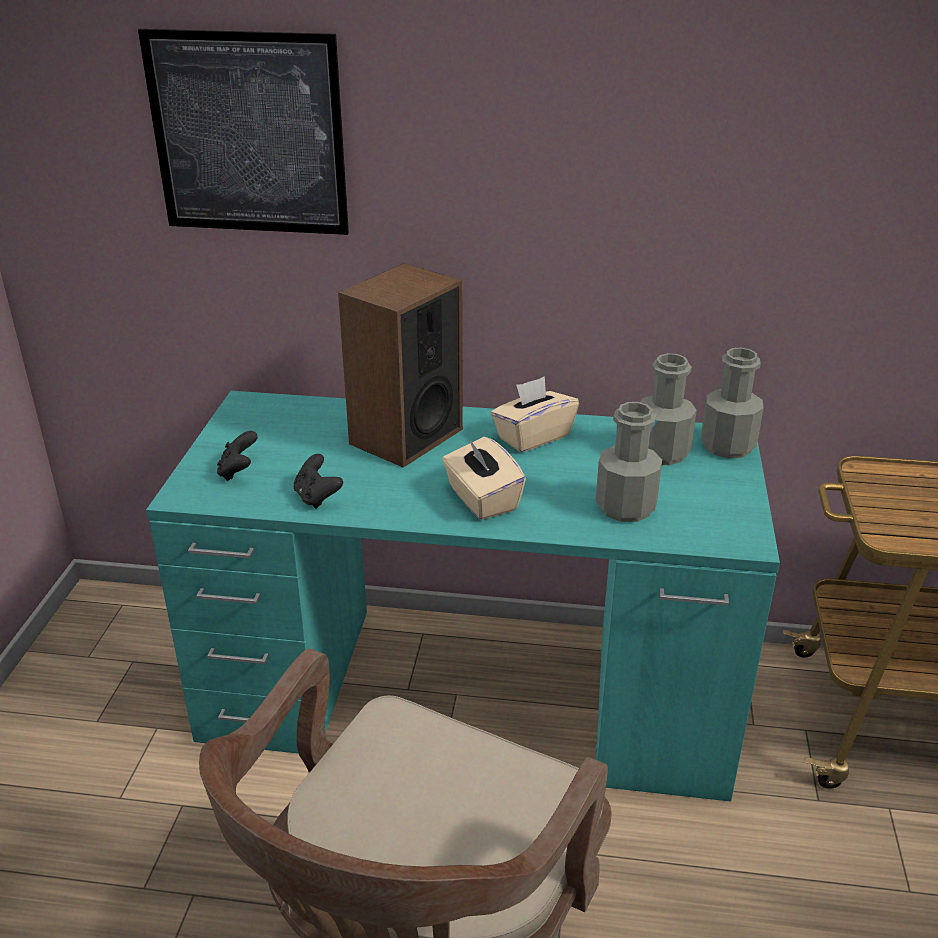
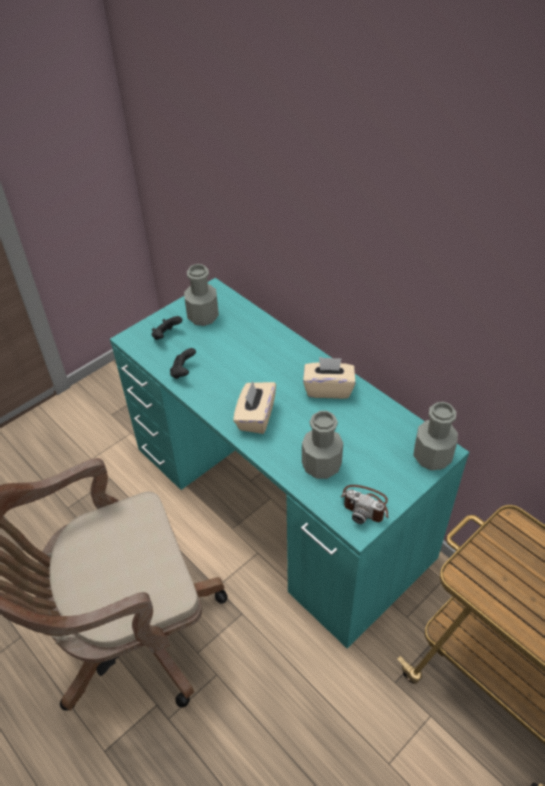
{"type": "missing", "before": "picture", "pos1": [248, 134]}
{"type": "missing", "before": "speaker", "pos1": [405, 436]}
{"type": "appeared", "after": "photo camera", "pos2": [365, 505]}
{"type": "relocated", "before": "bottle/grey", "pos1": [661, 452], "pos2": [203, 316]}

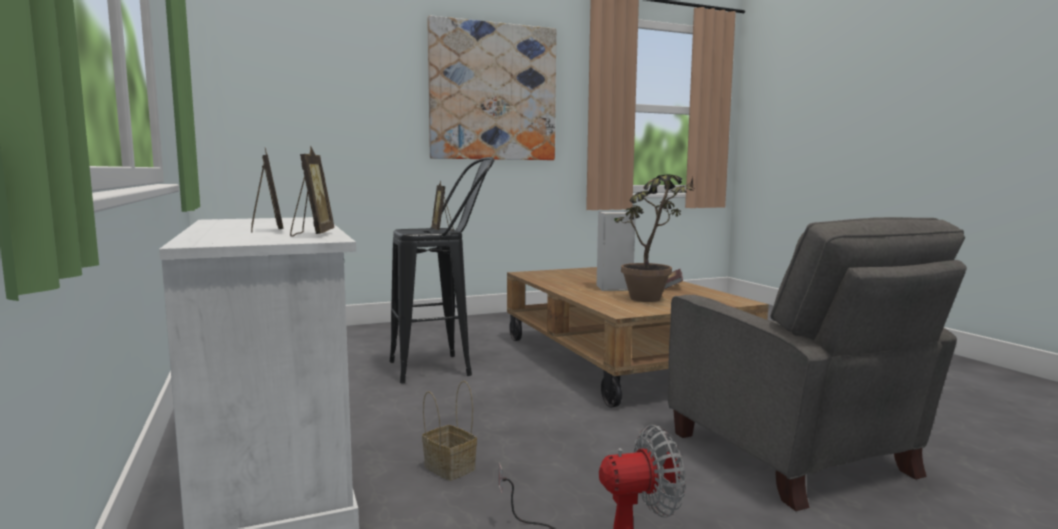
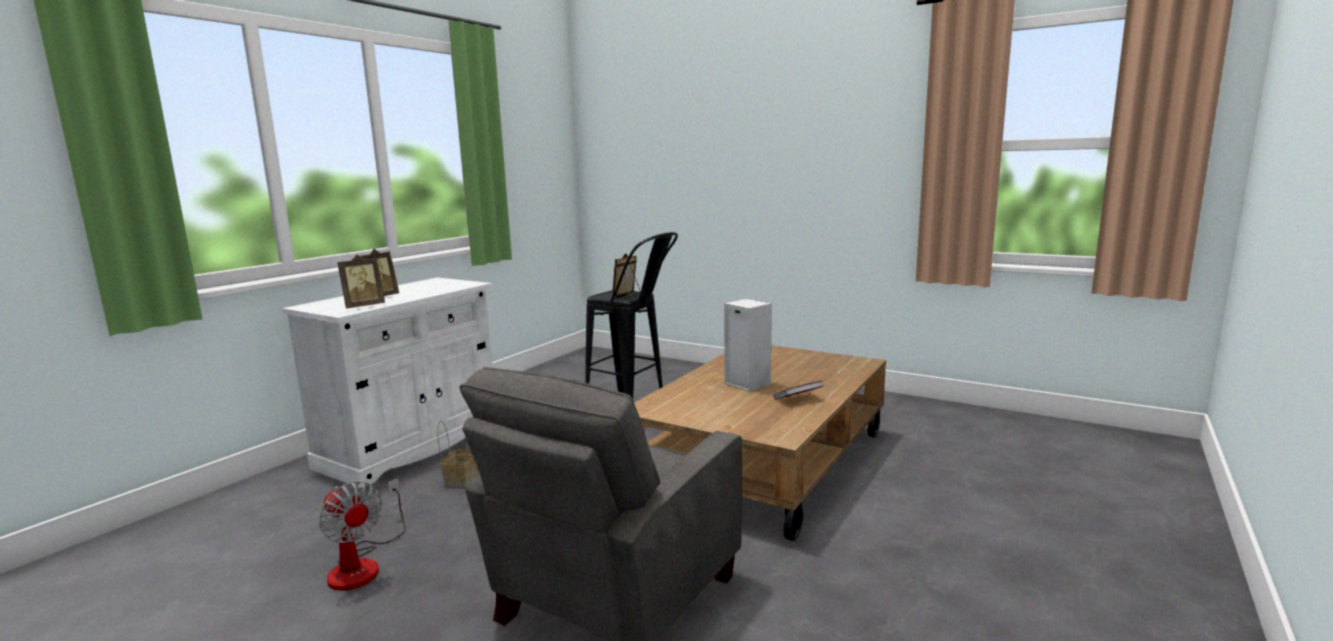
{"type": "missing", "before": "picture", "pos1": [493, 92]}
{"type": "missing", "before": "potted plant", "pos1": [652, 301]}

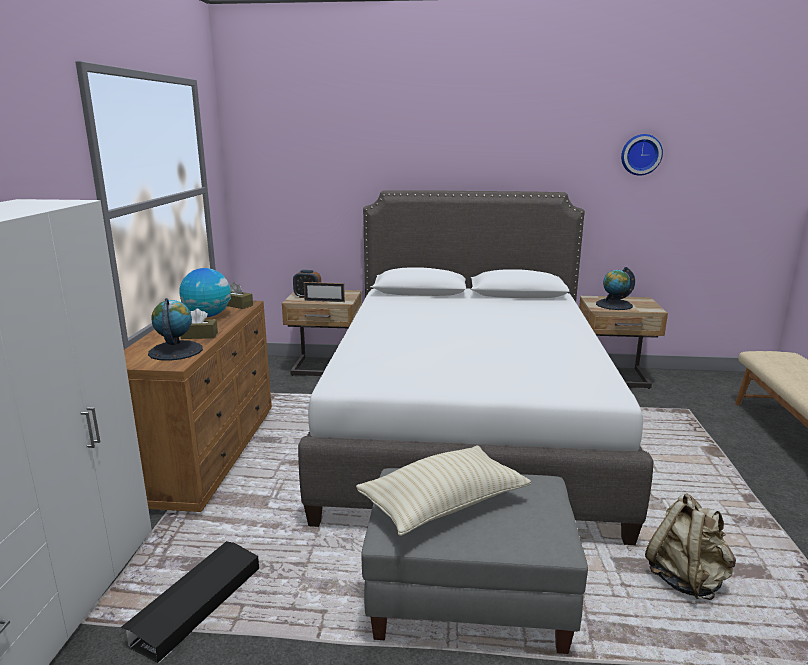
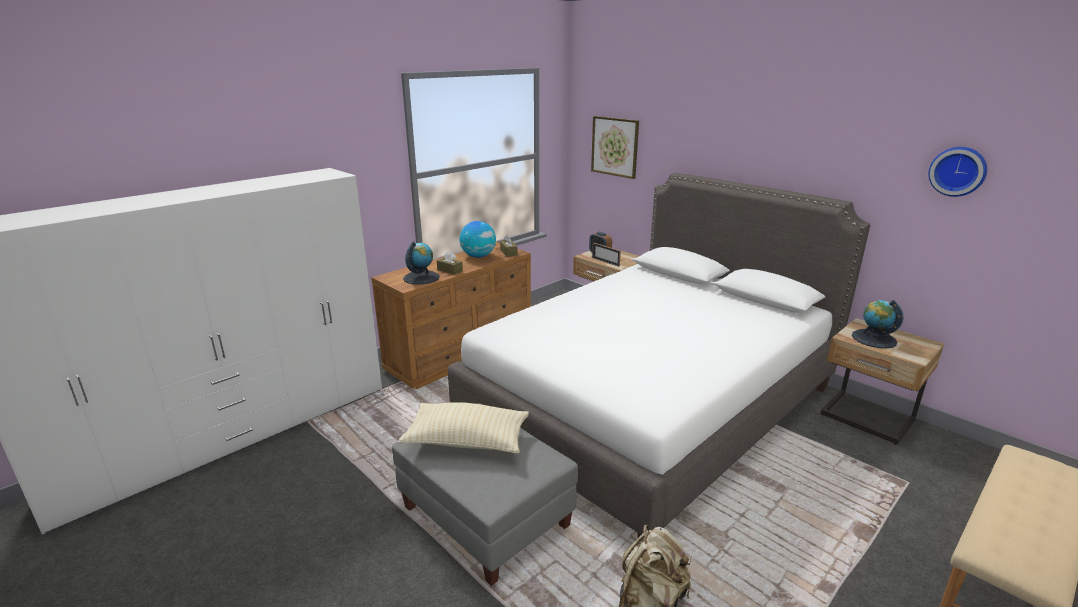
{"type": "missing", "before": "storage box/black", "pos1": [196, 604]}
{"type": "appeared", "after": "picture", "pos2": [615, 146]}

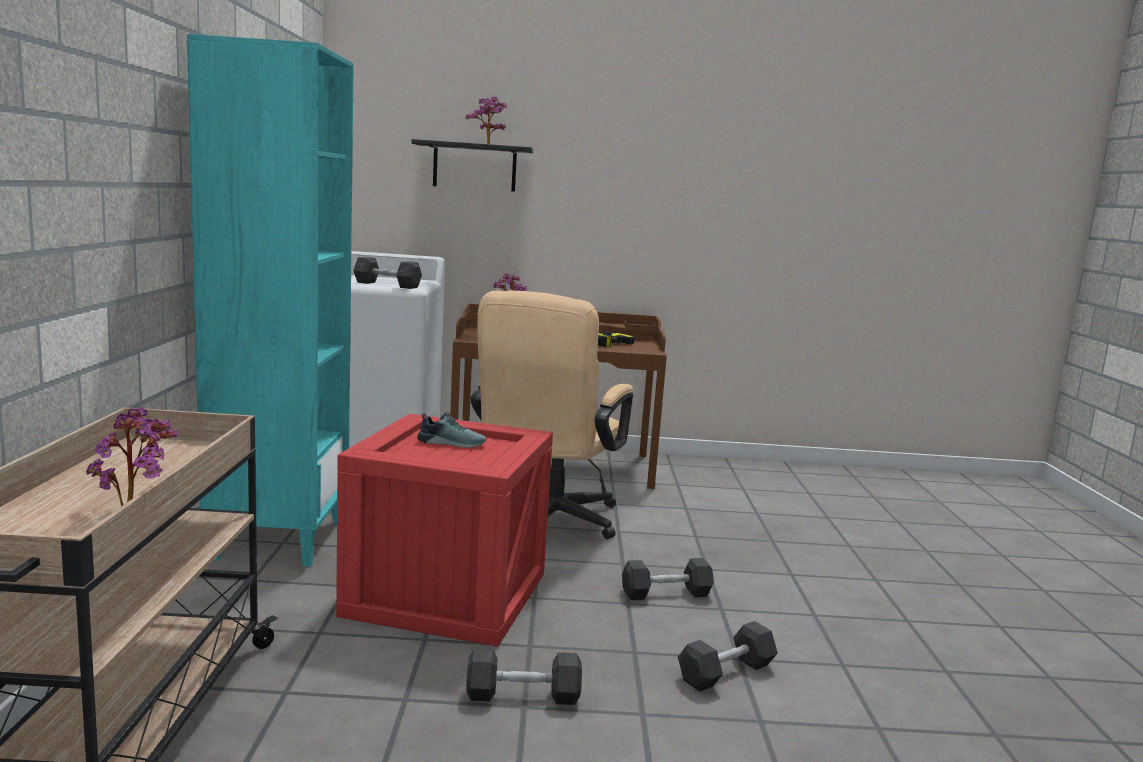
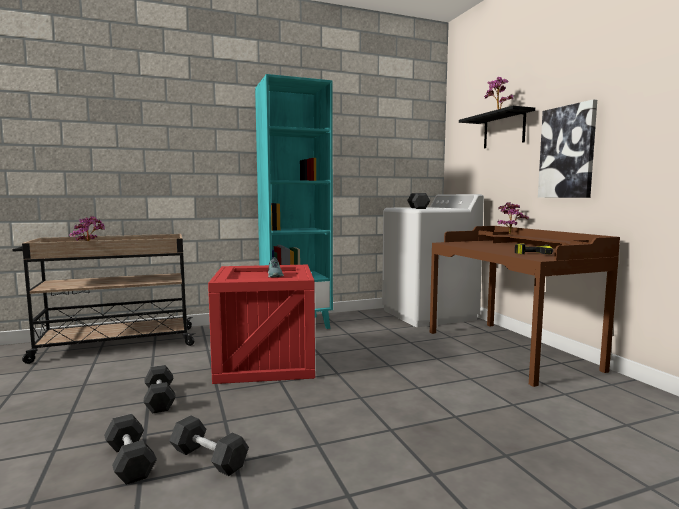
{"type": "missing", "before": "office chair/beige", "pos1": [547, 523]}
{"type": "appeared", "after": "picture", "pos2": [567, 152]}
{"type": "relocated", "before": "dumbbell/grey", "pos1": [666, 594], "pos2": [130, 461]}

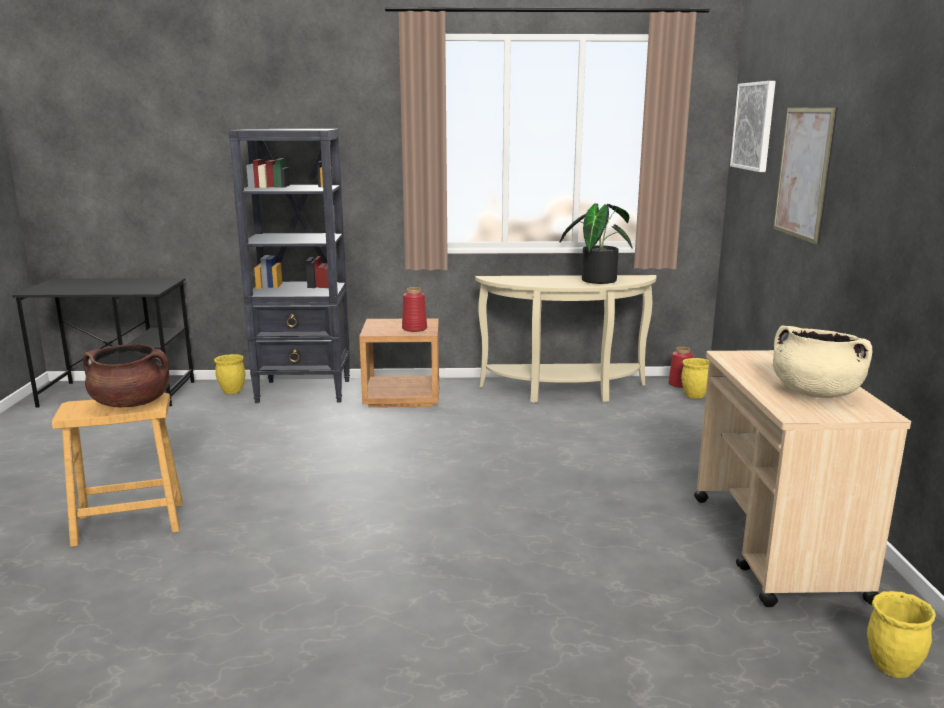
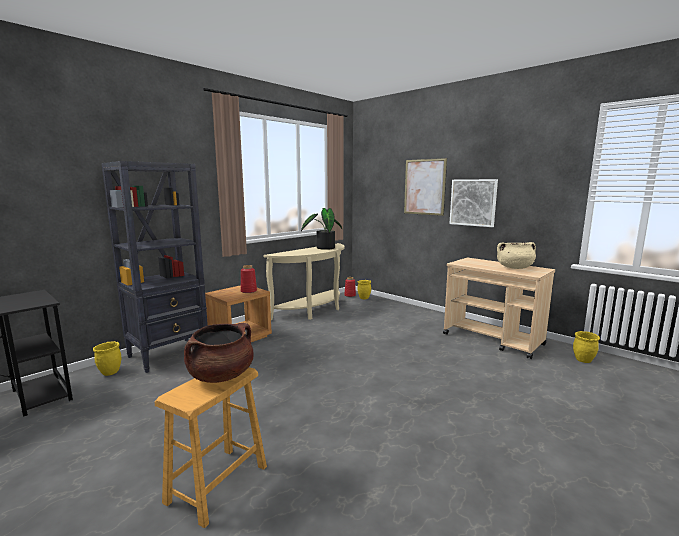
{"type": "relocated", "before": "picture", "pos1": [754, 126], "pos2": [473, 202]}

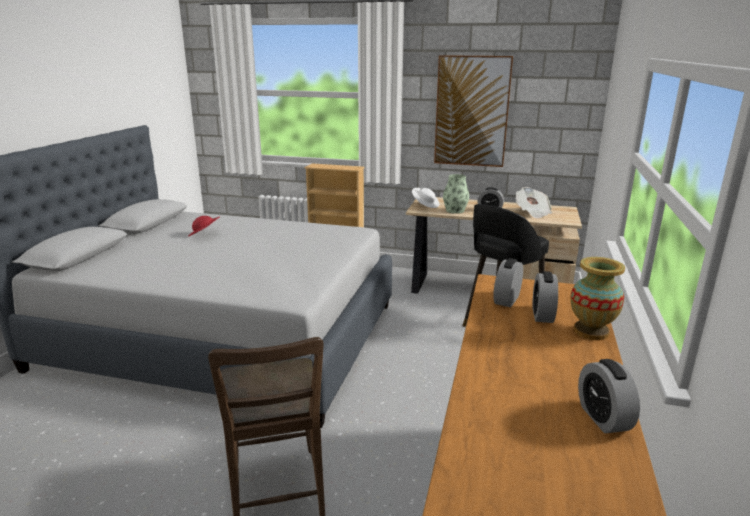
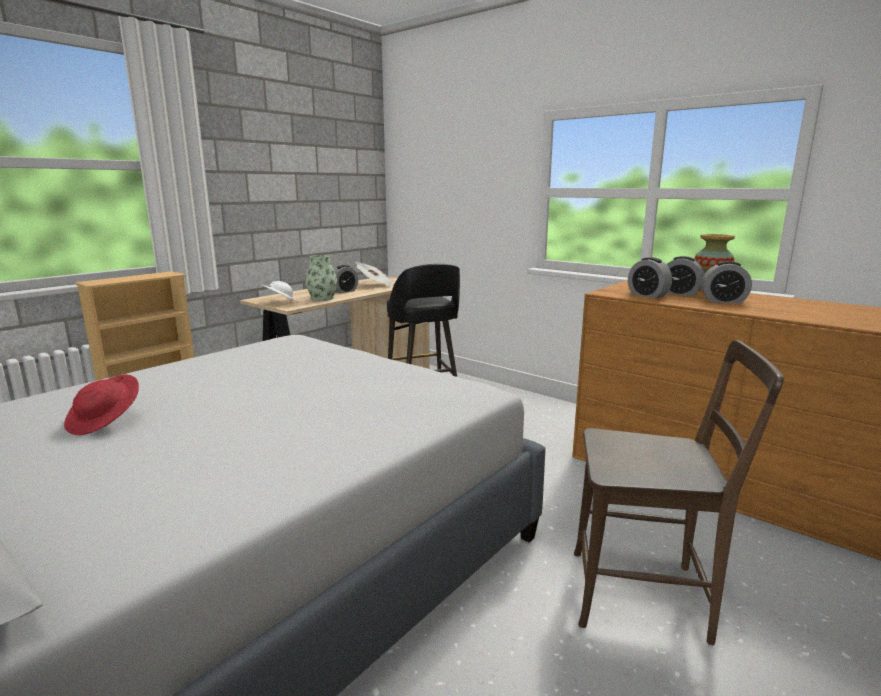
{"type": "missing", "before": "picture", "pos1": [471, 111]}
{"type": "relocated", "before": "alarm clock", "pos1": [603, 418], "pos2": [723, 301]}

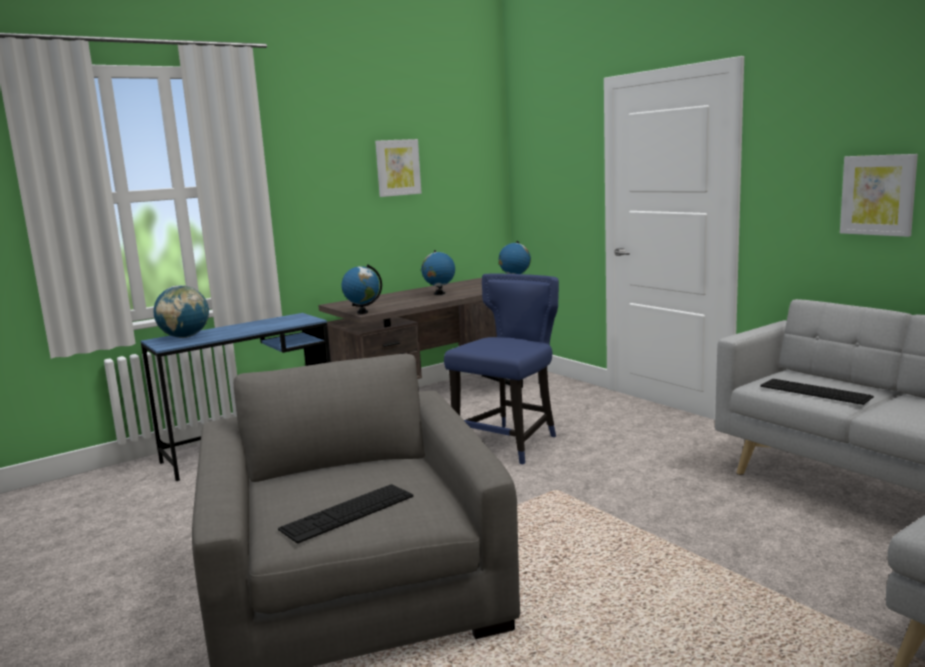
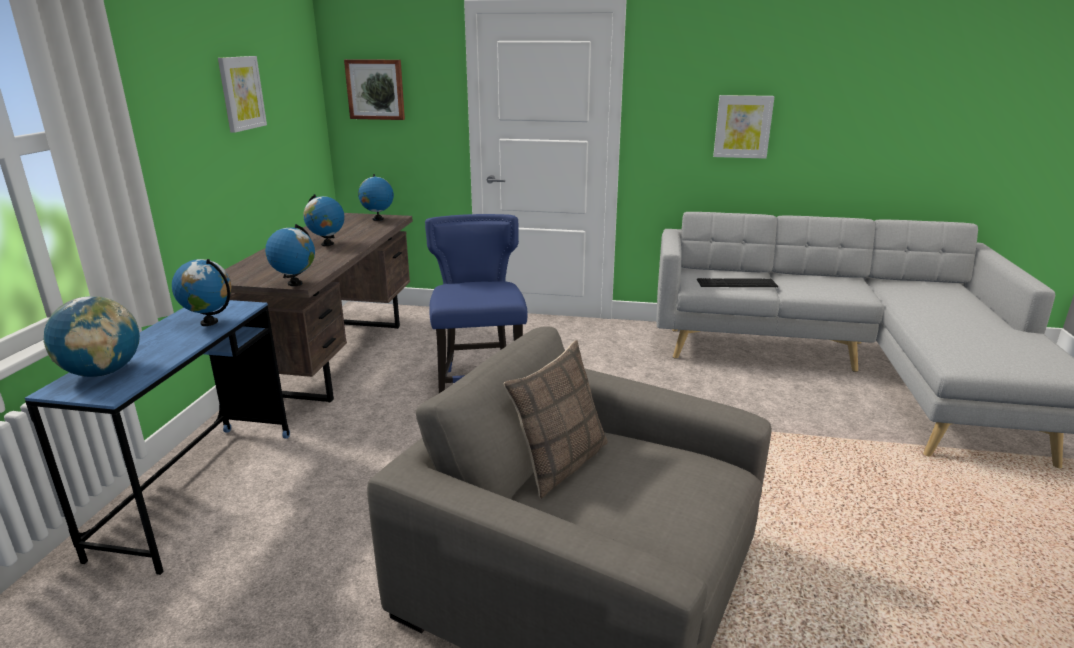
{"type": "missing", "before": "keyboard", "pos1": [348, 512]}
{"type": "appeared", "after": "globe", "pos2": [209, 322]}
{"type": "appeared", "after": "picture", "pos2": [376, 89]}
{"type": "appeared", "after": "pillow", "pos2": [560, 463]}

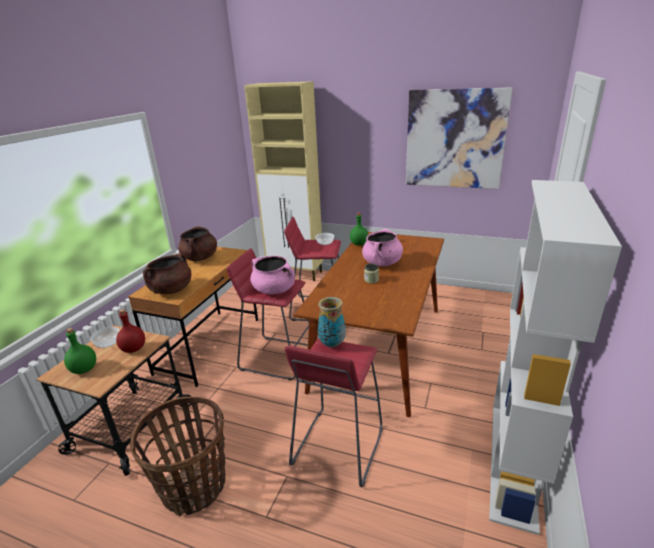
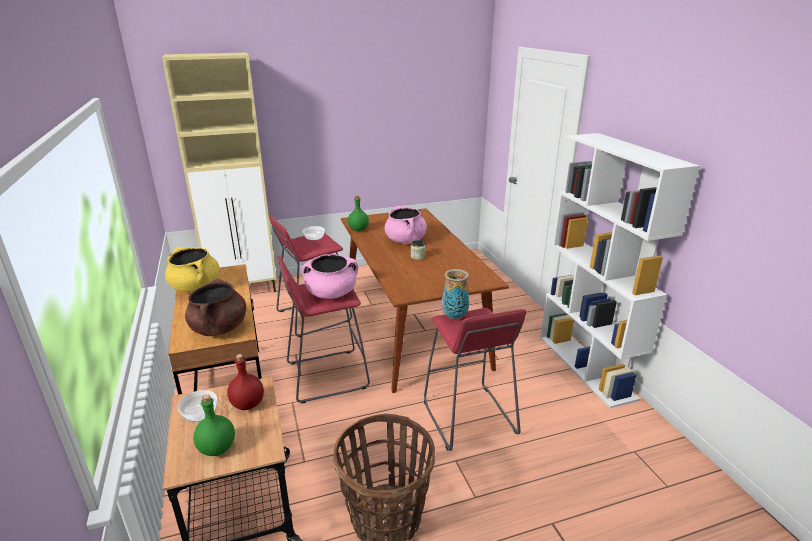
{"type": "missing", "before": "picture", "pos1": [454, 139]}
{"type": "colour", "before": "cooking pot/brown", "after": "cooking pot/yellow", "pos1": [200, 258], "pos2": [196, 287]}

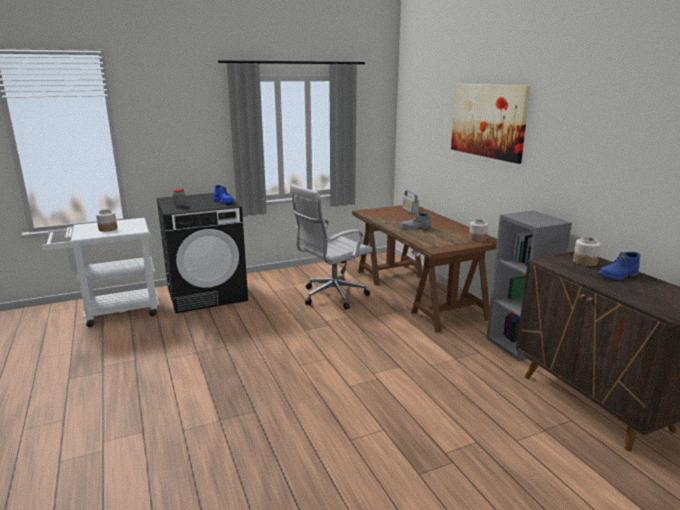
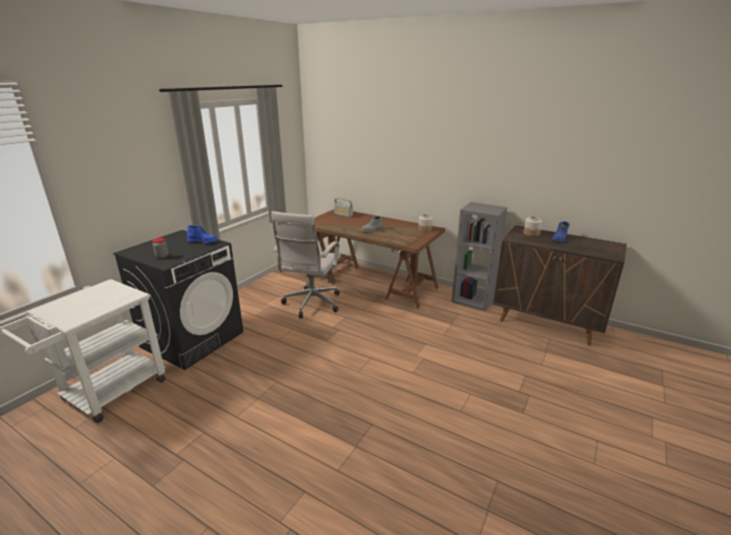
{"type": "missing", "before": "jar", "pos1": [107, 229]}
{"type": "missing", "before": "picture", "pos1": [488, 120]}

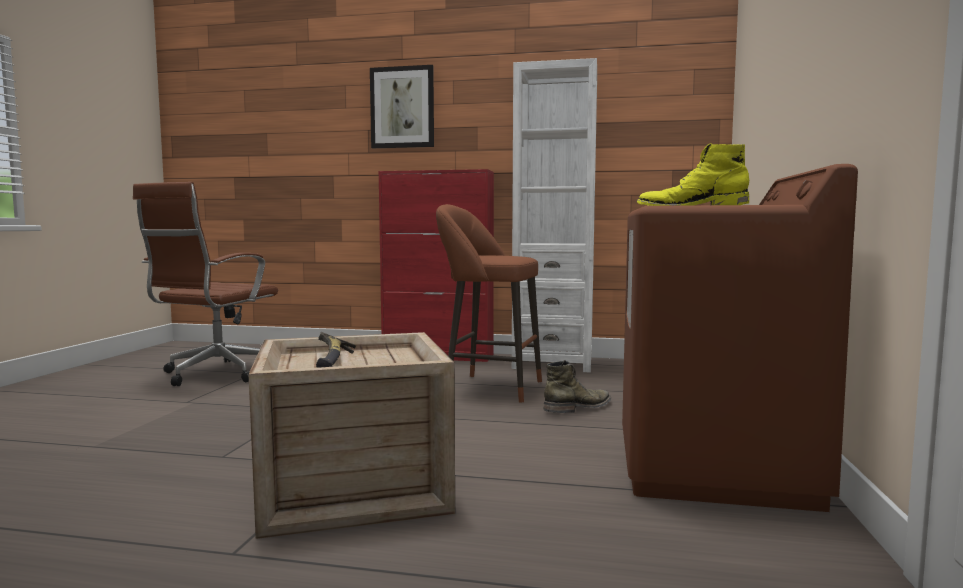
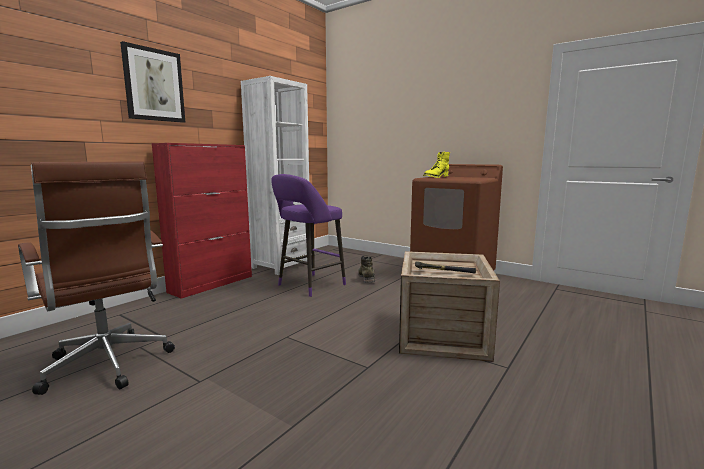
{"type": "colour", "before": "stool/brown", "after": "stool/purple", "pos1": [488, 387], "pos2": [308, 285]}

